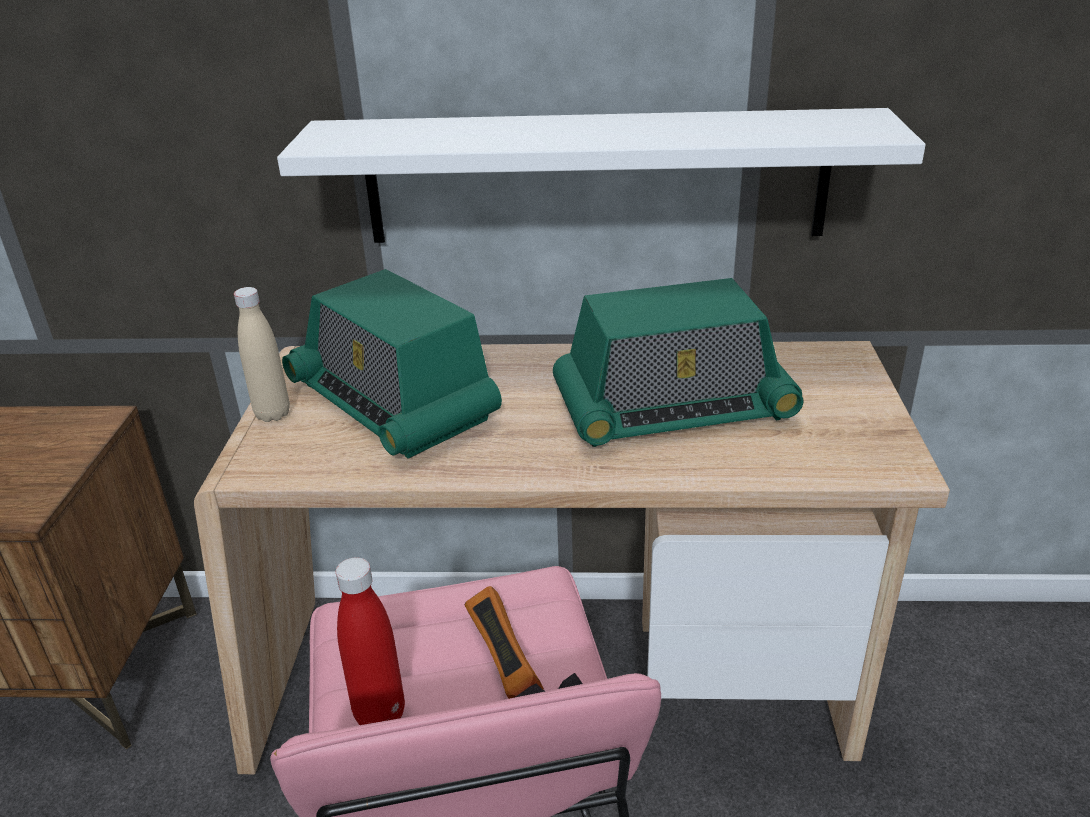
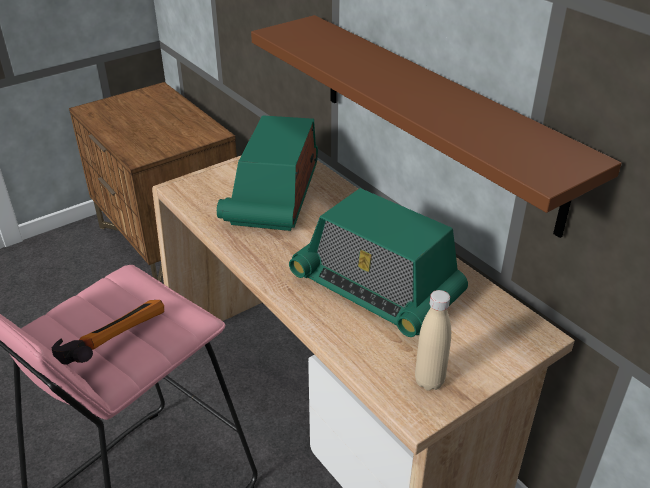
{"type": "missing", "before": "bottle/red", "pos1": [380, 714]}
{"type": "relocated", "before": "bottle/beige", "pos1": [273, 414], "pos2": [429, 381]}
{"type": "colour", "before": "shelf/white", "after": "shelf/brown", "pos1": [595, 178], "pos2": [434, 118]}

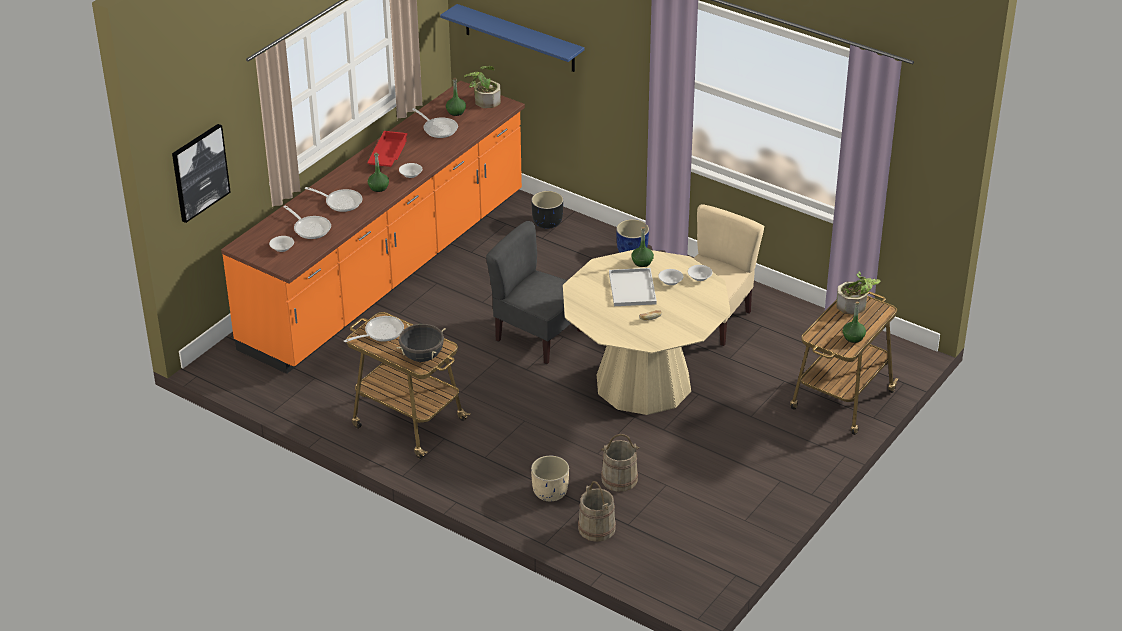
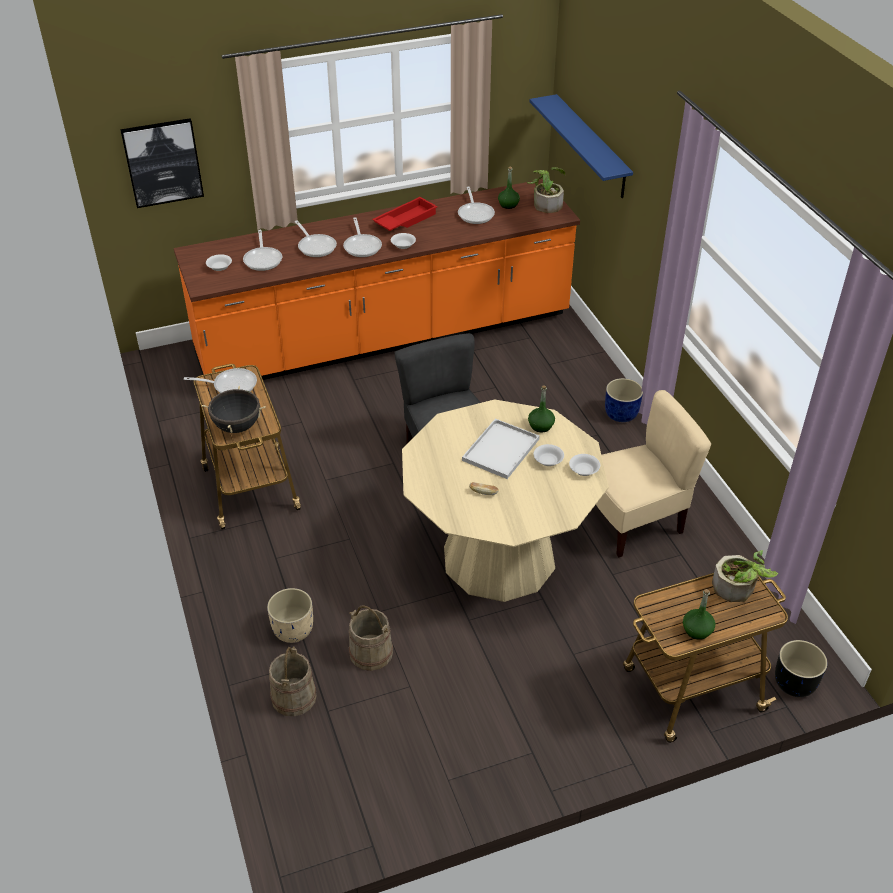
{"type": "relocated", "before": "planter/black", "pos1": [548, 222], "pos2": [795, 683]}
{"type": "exchanged", "before": "bottle/green", "after": "frying pan", "pos1": [378, 187], "pos2": [362, 246]}

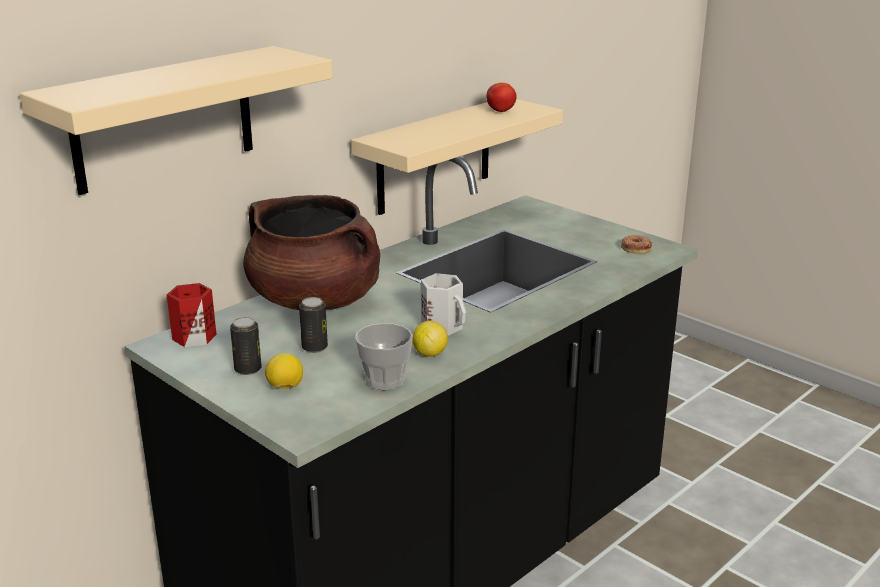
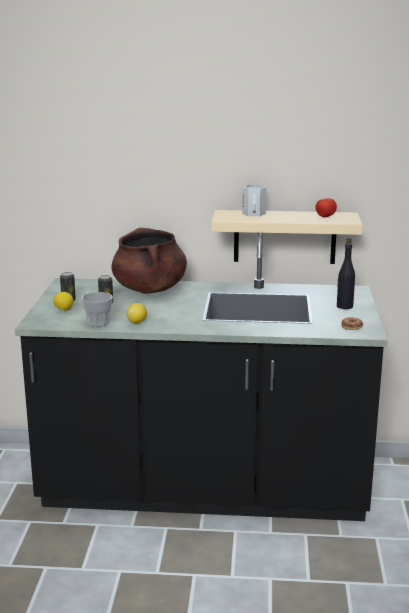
{"type": "missing", "before": "shelf/beige", "pos1": [163, 119]}
{"type": "missing", "before": "mug/red", "pos1": [192, 336]}
{"type": "appeared", "after": "bottle/black", "pos2": [344, 306]}
{"type": "relocated", "before": "mug/white", "pos1": [444, 326], "pos2": [254, 214]}

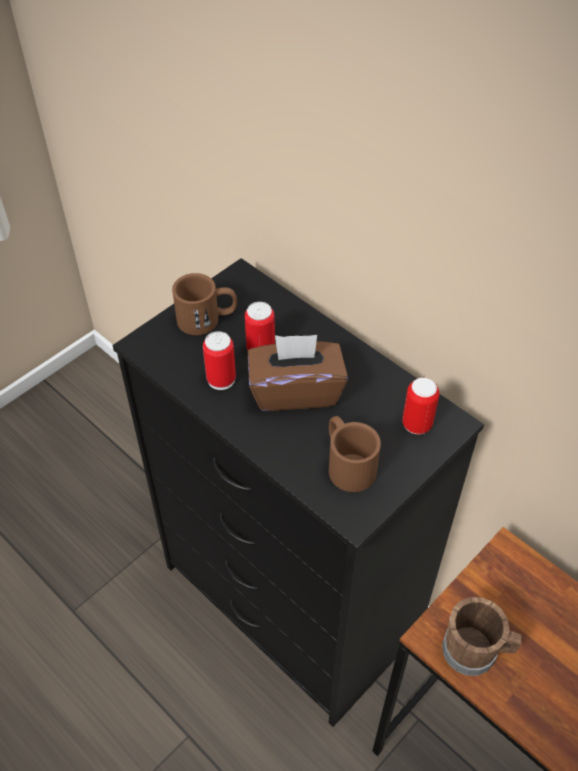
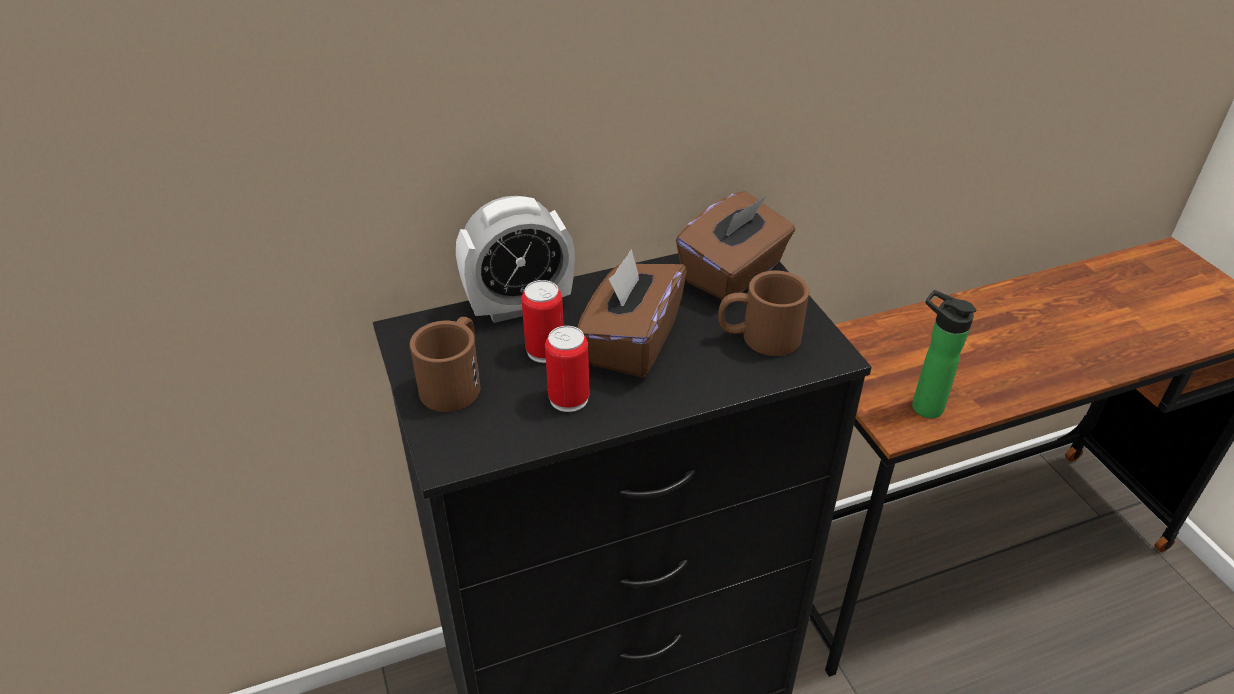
{"type": "appeared", "after": "alarm clock", "pos2": [519, 306]}
{"type": "exchanged", "before": "can", "after": "tissue box/brown", "pos1": [417, 424], "pos2": [733, 274]}
{"type": "exchanged", "before": "mug/brown", "after": "bottle", "pos1": [475, 651], "pos2": [922, 405]}

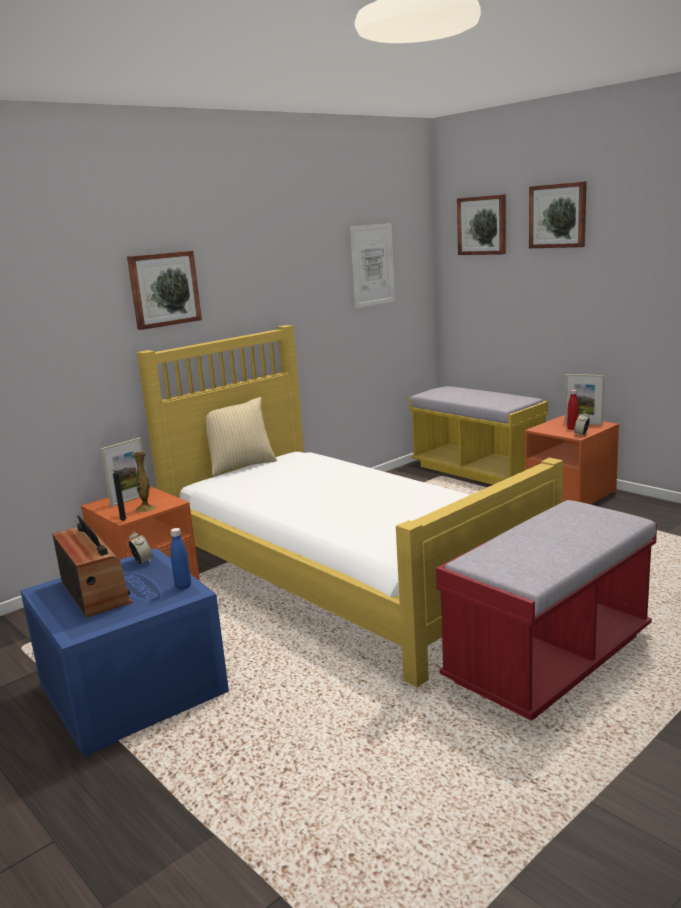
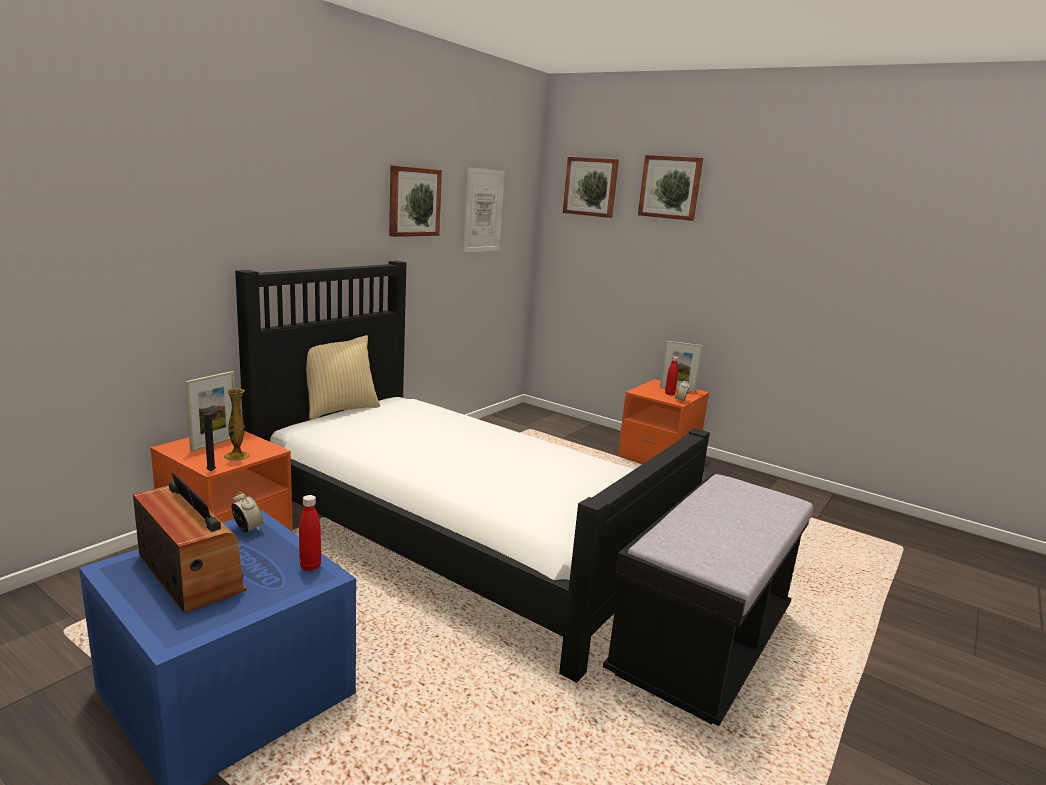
{"type": "missing", "before": "bench/yellow", "pos1": [477, 470]}
{"type": "relocated", "before": "picture", "pos1": [164, 289], "pos2": [413, 202]}
{"type": "colour", "before": "bed/yellow", "after": "bed/black", "pos1": [344, 573], "pos2": [457, 535]}
{"type": "colour", "before": "bottle/blue", "after": "bottle/red", "pos1": [183, 586], "pos2": [310, 566]}
{"type": "colour", "before": "bench/red", "after": "bench/black", "pos1": [549, 660], "pos2": [702, 645]}

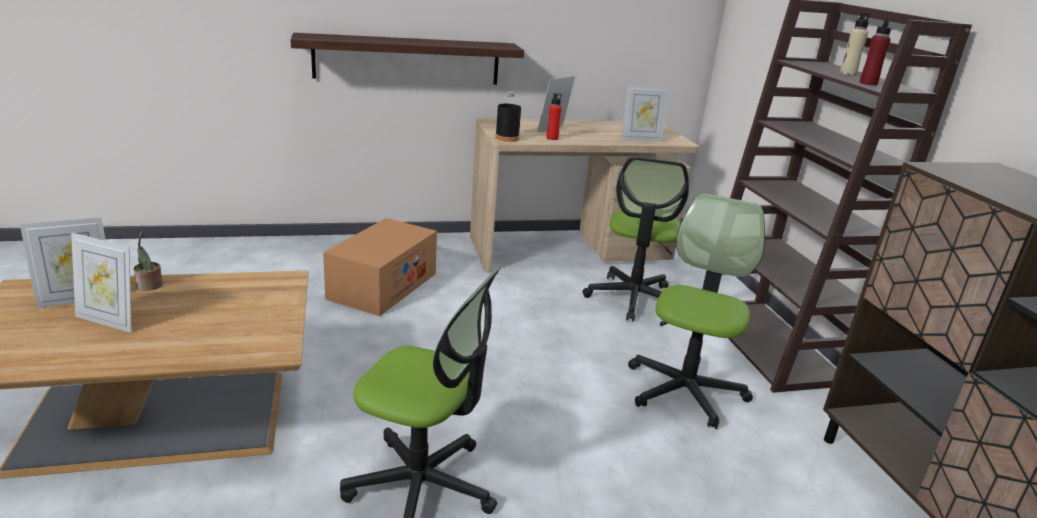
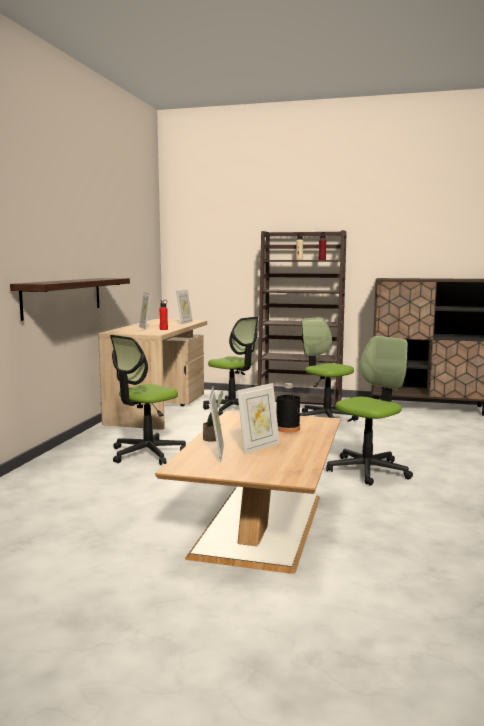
{"type": "relocated", "before": "bottle/black", "pos1": [507, 138], "pos2": [287, 429]}
{"type": "exchanged", "before": "cardboard box", "after": "office chair", "pos1": [382, 286], "pos2": [146, 453]}

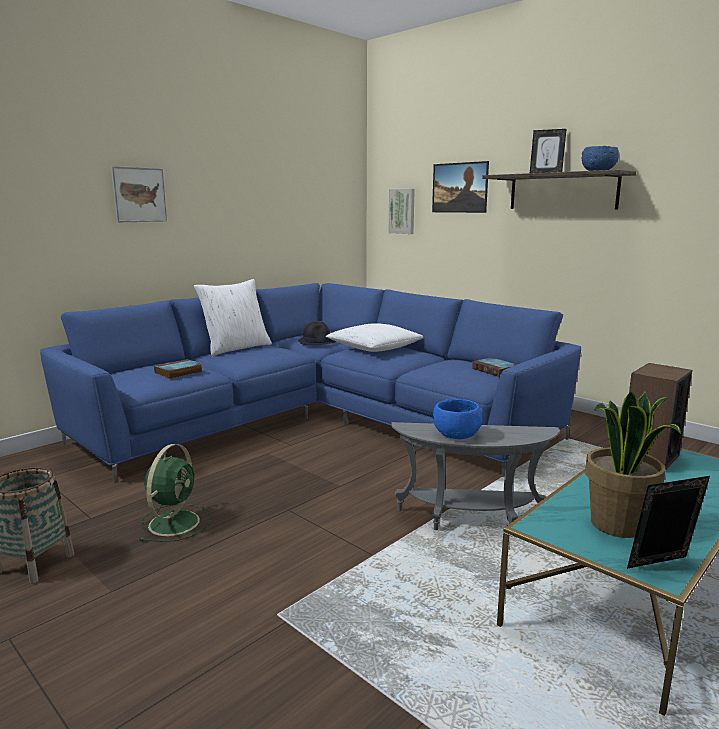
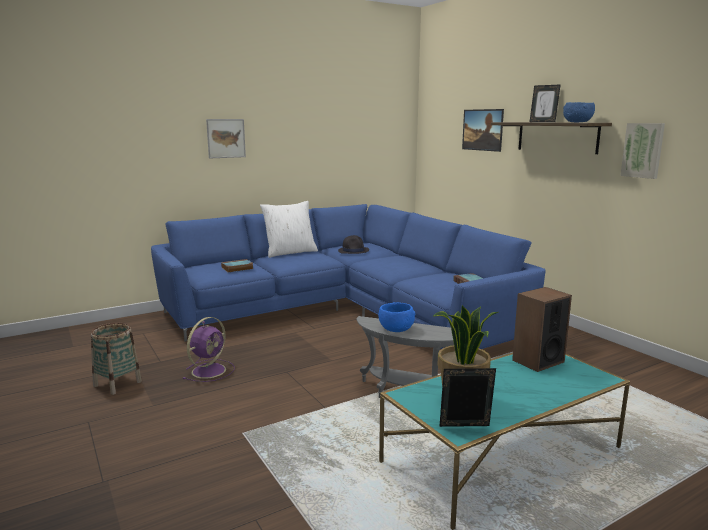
{"type": "missing", "before": "pillow/white", "pos1": [374, 348]}
{"type": "relocated", "before": "picture", "pos1": [402, 211], "pos2": [643, 150]}
{"type": "colour", "before": "fan/green", "after": "fan/purple", "pos1": [175, 522], "pos2": [210, 370]}

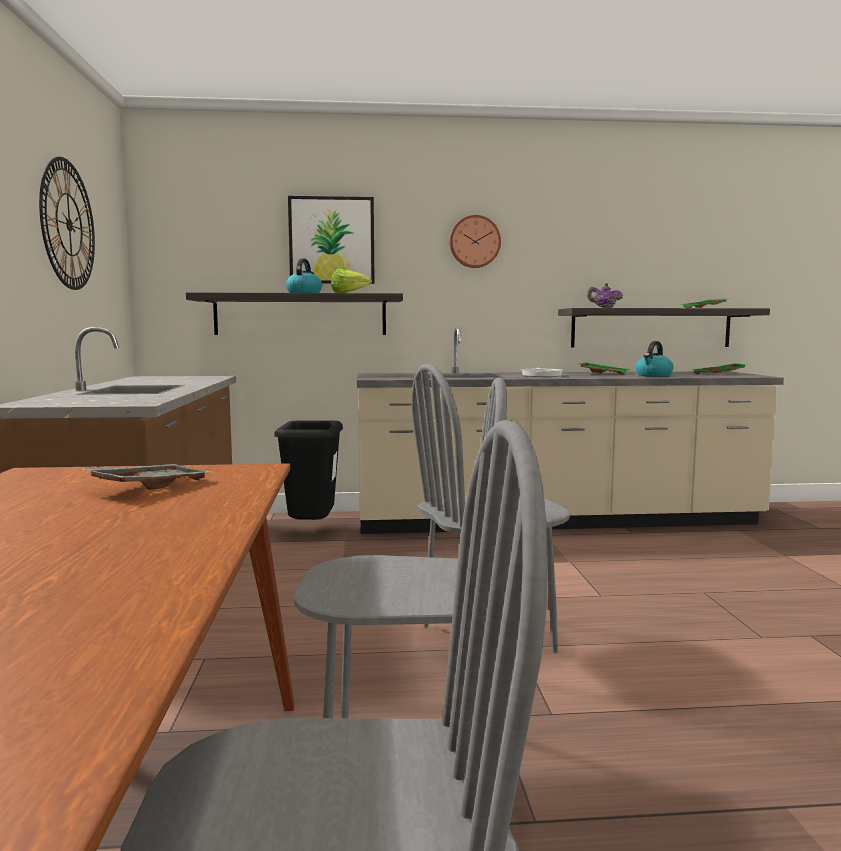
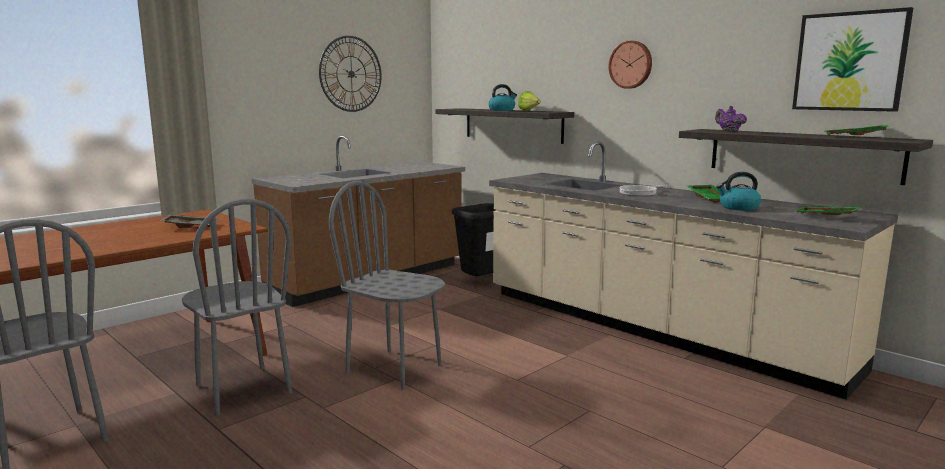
{"type": "relocated", "before": "picture", "pos1": [331, 240], "pos2": [849, 61]}

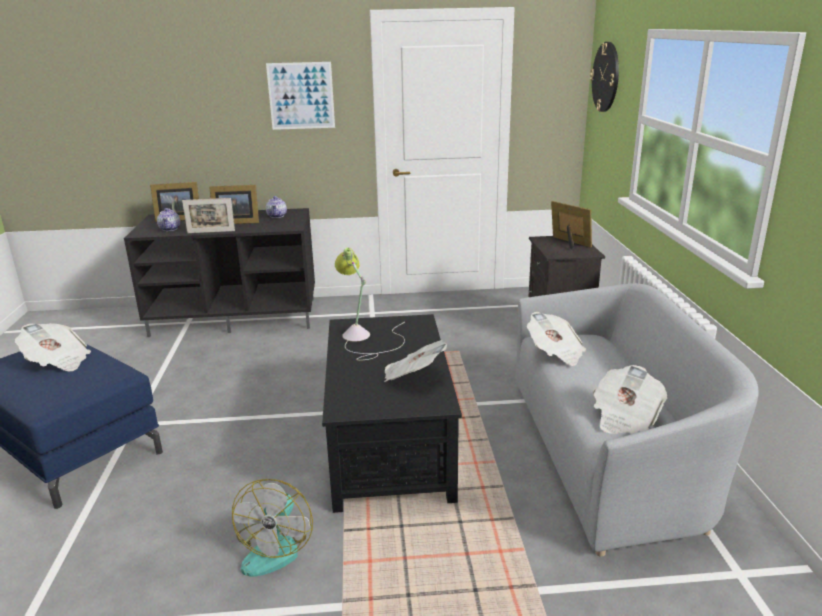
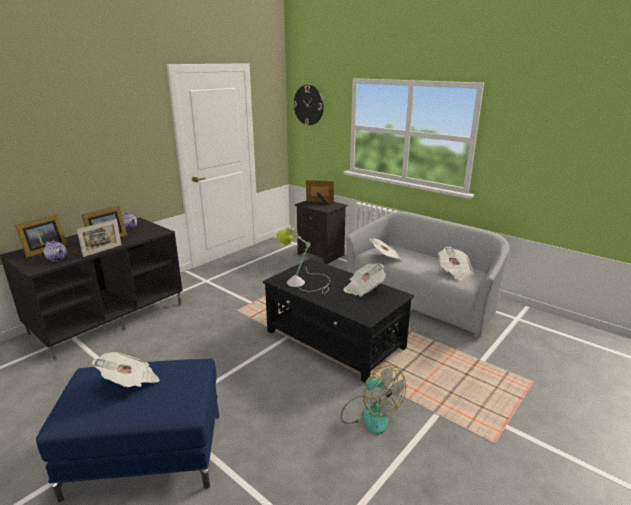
{"type": "missing", "before": "picture", "pos1": [301, 96]}

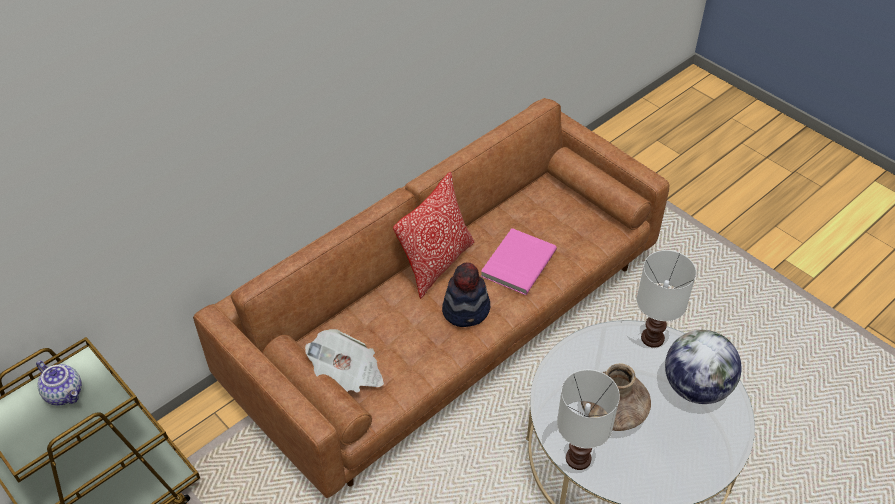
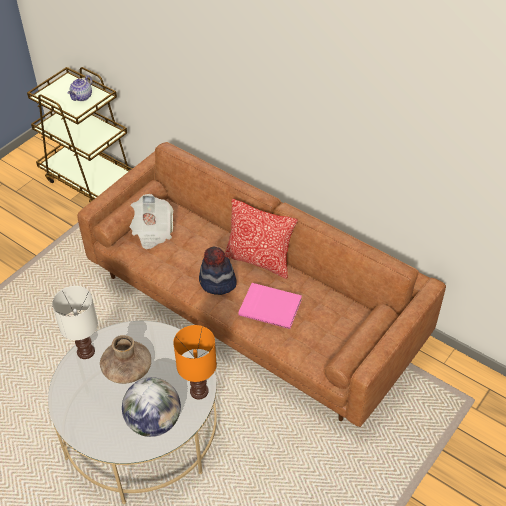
{"type": "colour", "before": "table lamp/white", "after": "table lamp/orange", "pos1": [651, 337], "pos2": [199, 391]}

